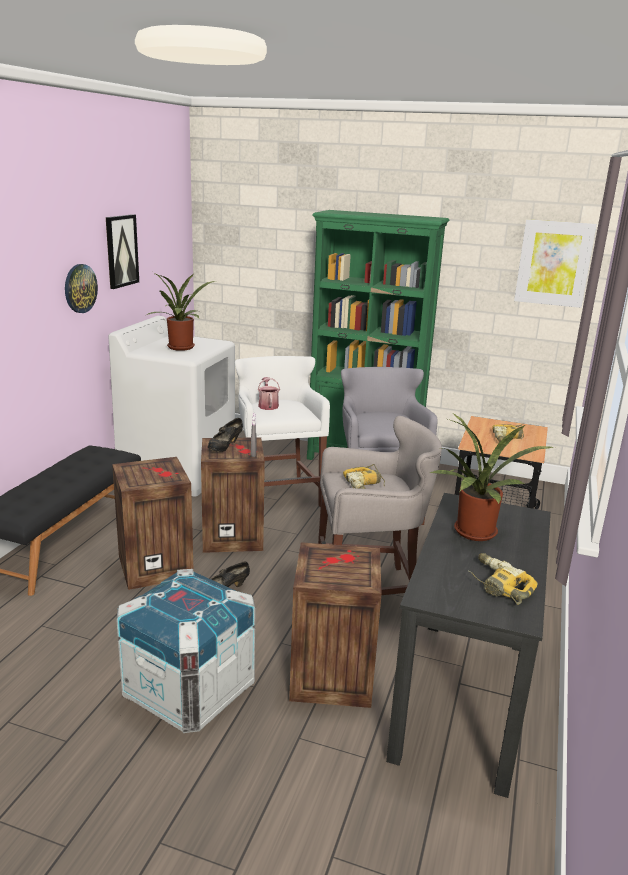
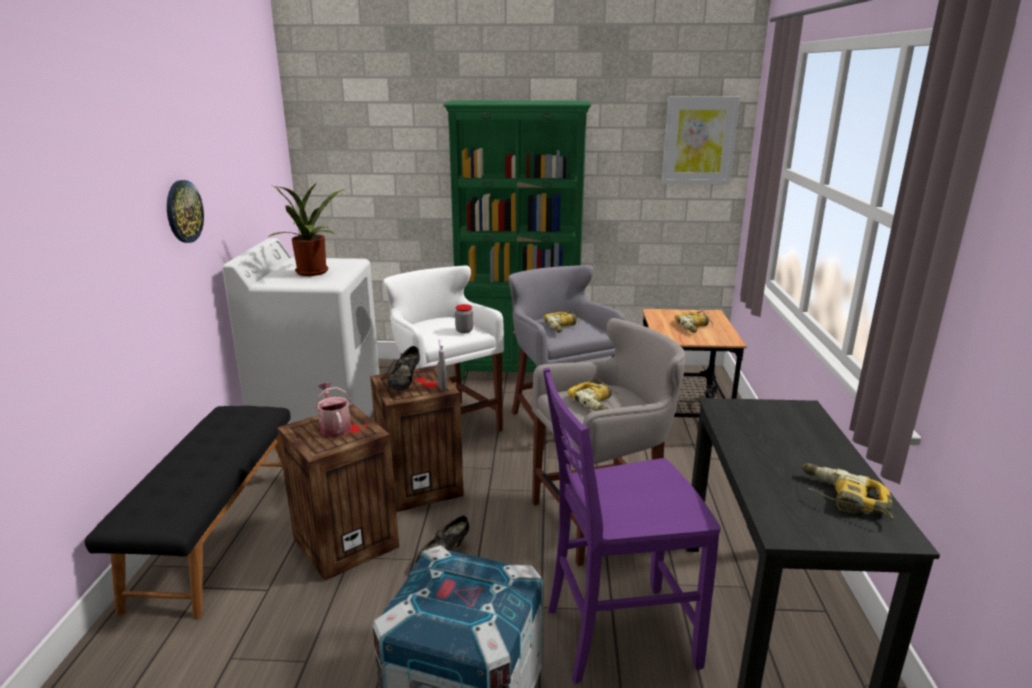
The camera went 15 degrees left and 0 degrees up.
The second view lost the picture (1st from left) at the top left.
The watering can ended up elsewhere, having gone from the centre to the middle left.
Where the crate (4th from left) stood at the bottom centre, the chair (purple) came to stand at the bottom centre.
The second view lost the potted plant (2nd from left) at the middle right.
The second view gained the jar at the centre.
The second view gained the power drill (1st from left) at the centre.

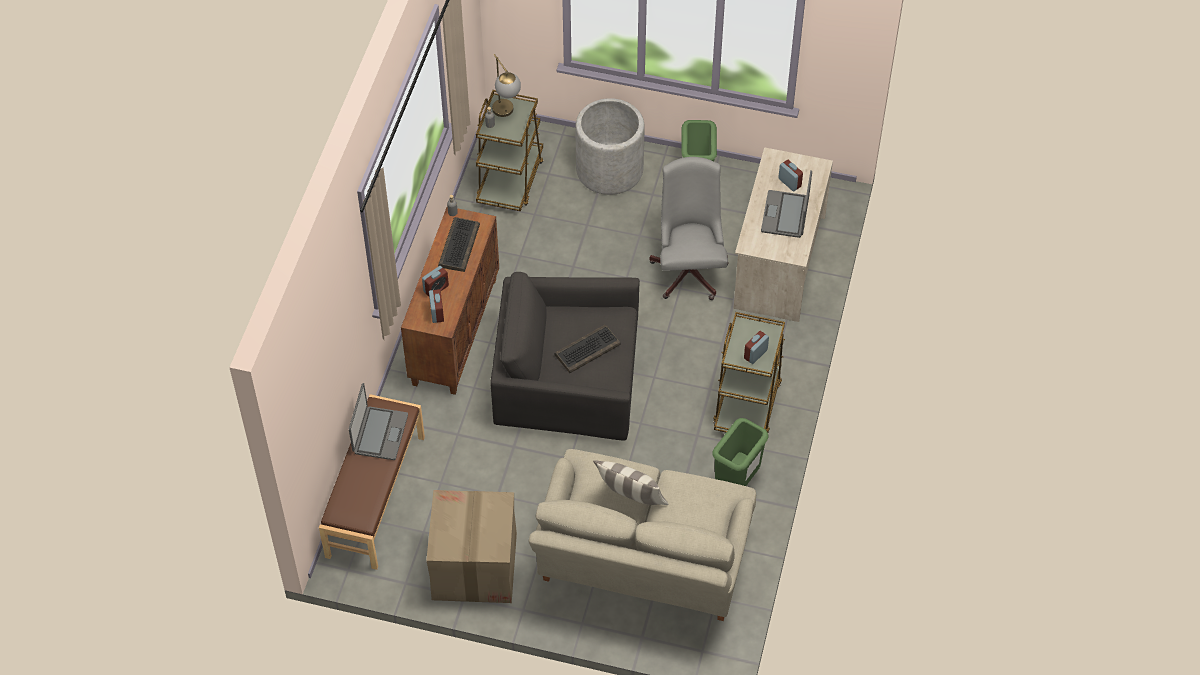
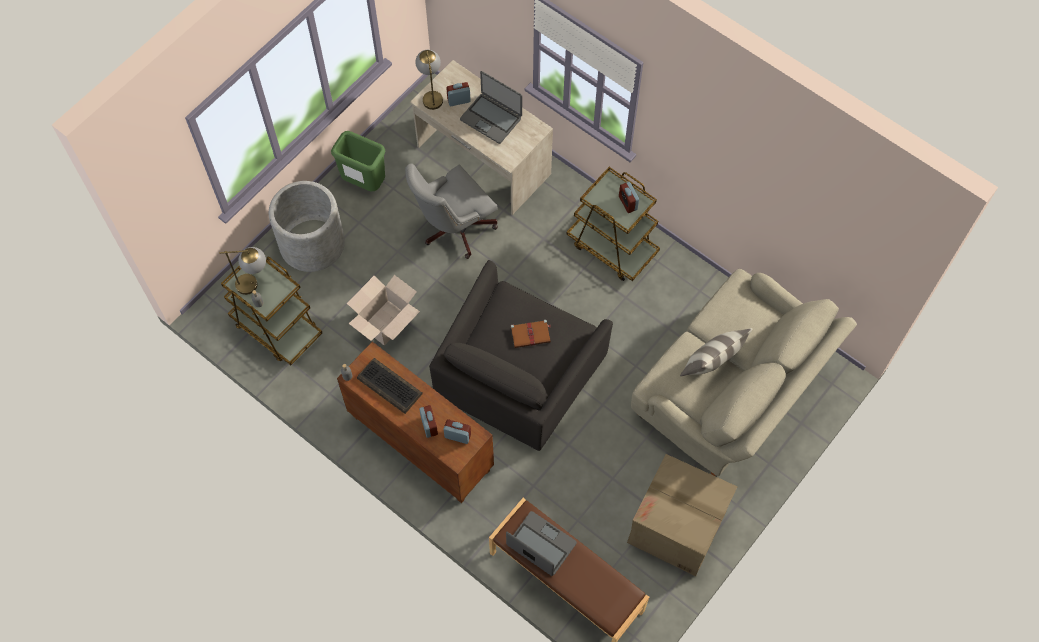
The camera went 65 degrees left and 10 degrees up.
Where the keyboard (2nd from left) stood at the centre, the book (brown) came to stand at the centre.
The office chair (grey) at the centre ended up facing another way, 60 degrees counterclockwise from before.
The second view lost the trash can (green) (2nd from left) at the bottom centre.
The second view gained the cardboard box (1st from left) at the centre.
The second view gained the table lamp (2nd from left) at the top centre.

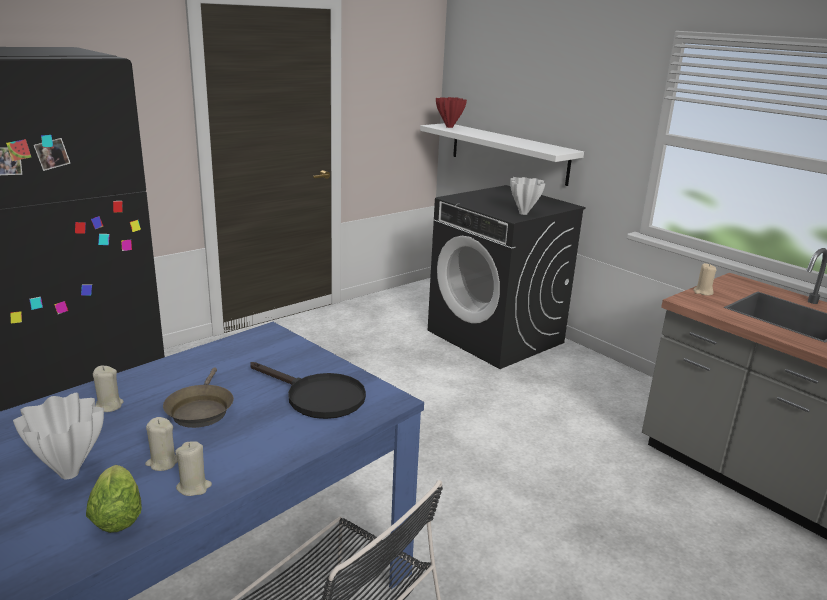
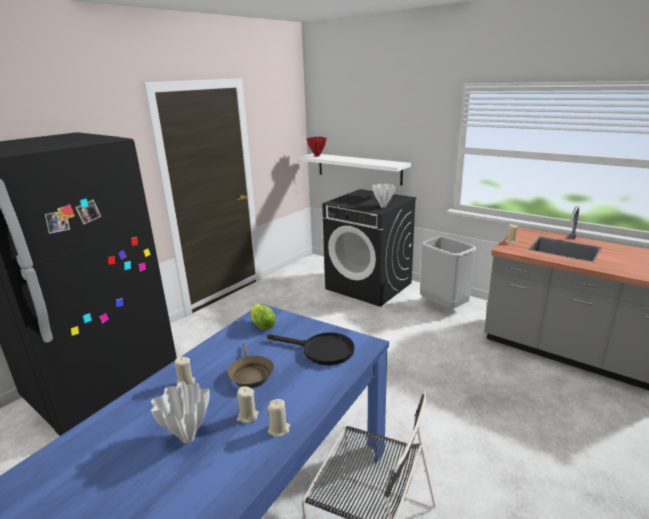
The camera went 10 degrees left and 0 degrees up.
The lettuce ended up elsewhere, having gone from the bottom left to the centre.
The second view gained the trash can (grey) at the middle right.

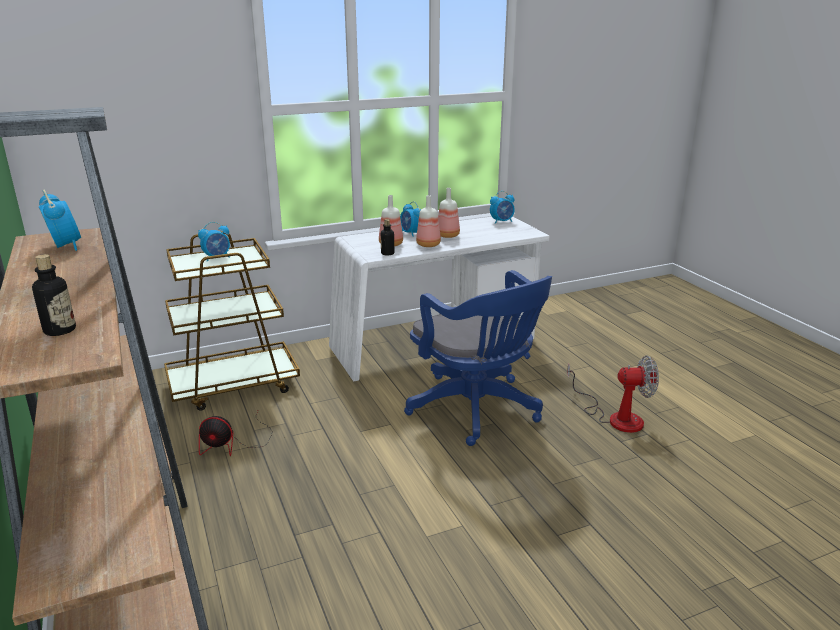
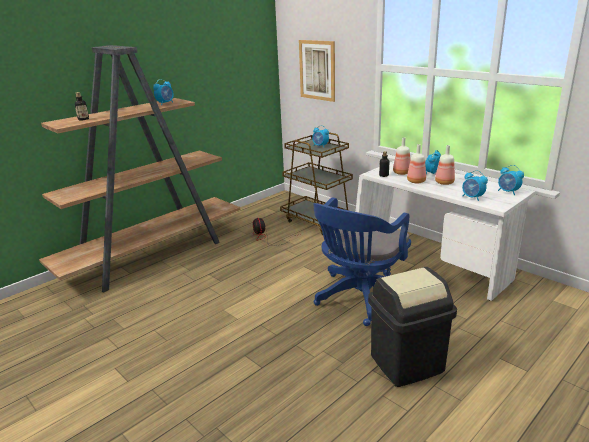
The camera went 70 degrees right and 0 degrees up.
Where the fan (2nd from left) stood at the middle right, the trash can (black) came to stand at the bottom right.
The second view gained the picture at the top centre.
The second view gained the alarm clock (4th from left) at the middle right.

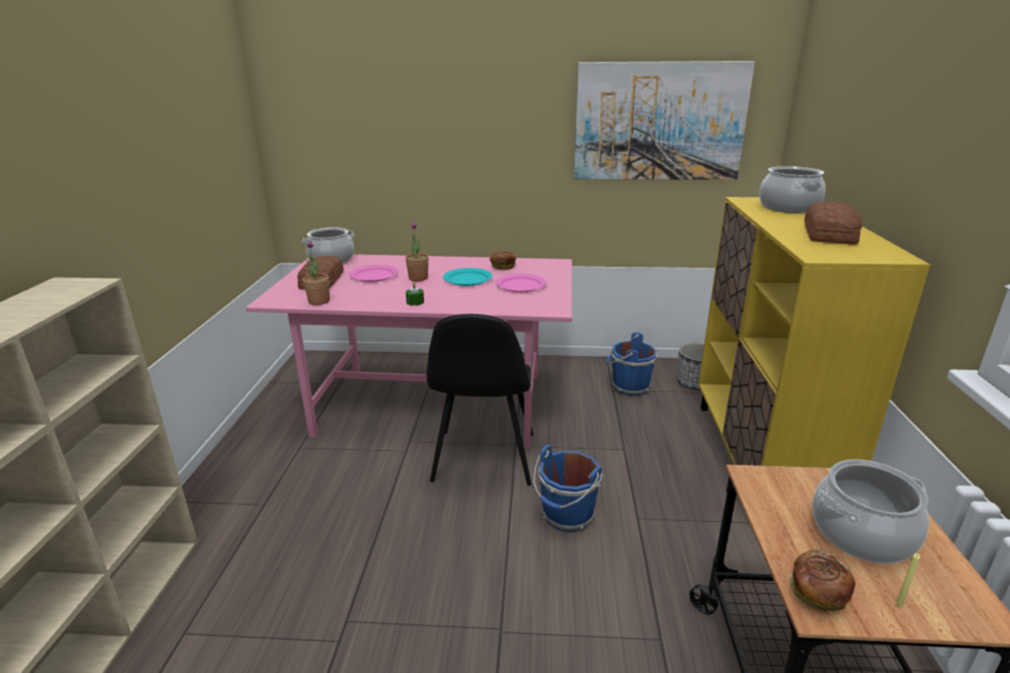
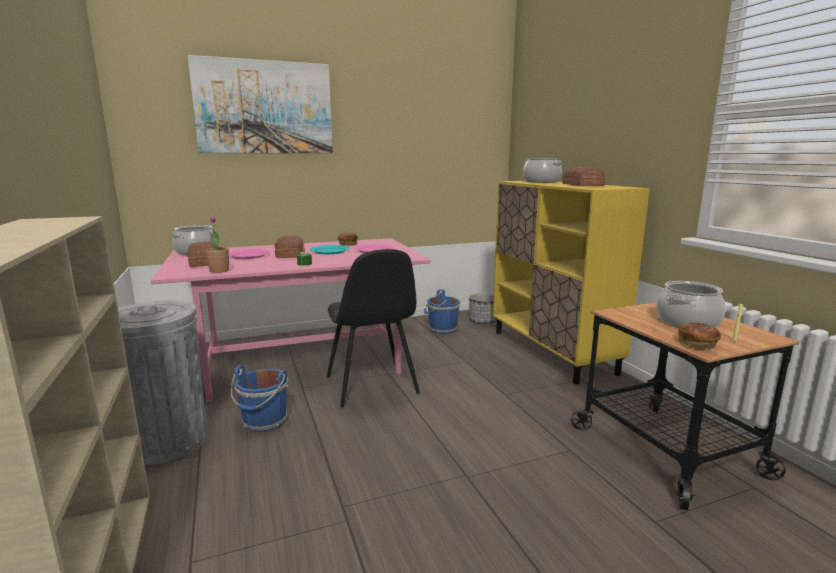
The camera went 25 degrees left and 10 degrees down.
Where the potted plant (2nd from left) stood at the centre, the bread (2nd from left) came to stand at the centre.
The bucket (blue) (1st from left) ended up elsewhere, having gone from the bottom centre to the bottom left.
The picture ended up elsewhere, having gone from the top centre to the top left.
The second view gained the trash can (grey) at the bottom left.

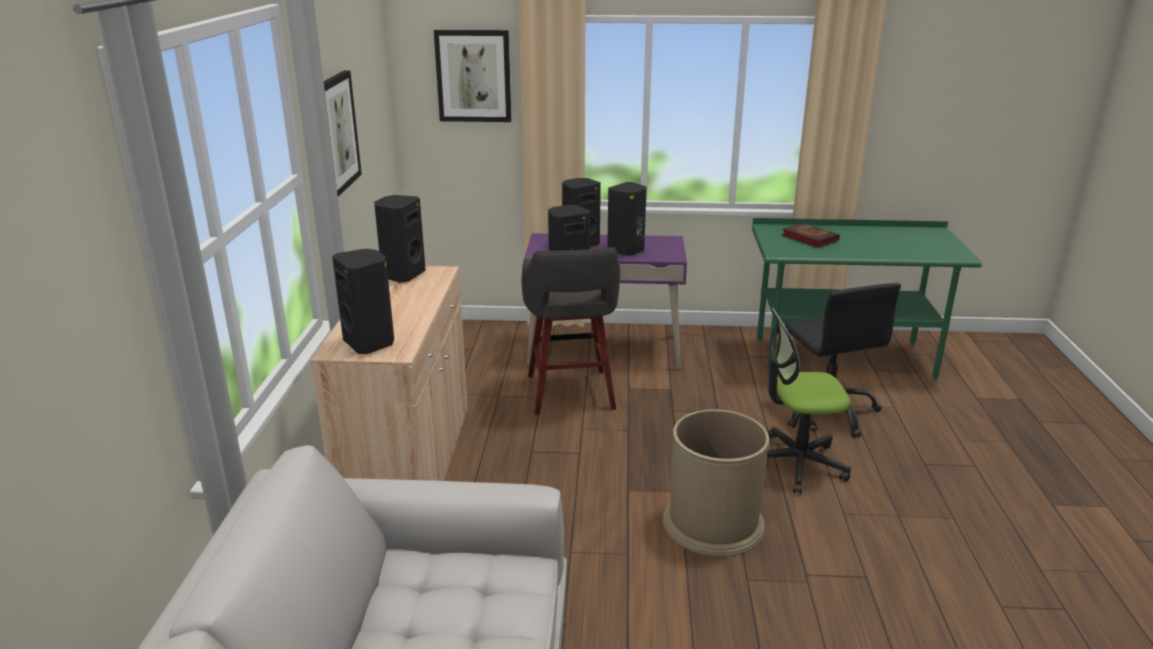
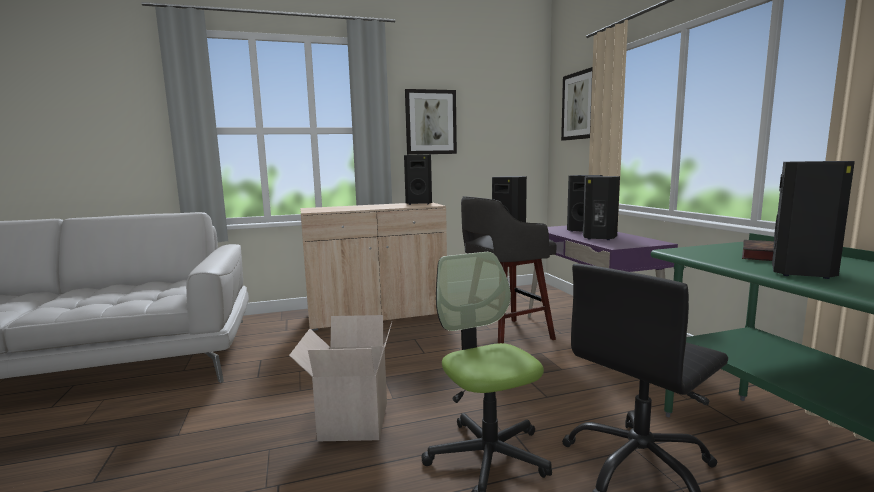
The camera went 70 degrees right and 15 degrees down.
The speaker (black) (1st from left in the first image) ended up elsewhere, having gone from the middle left to the middle right.
Where the trash can (brown) stood at the bottom centre, the cardboard box came to stand at the bottom centre.

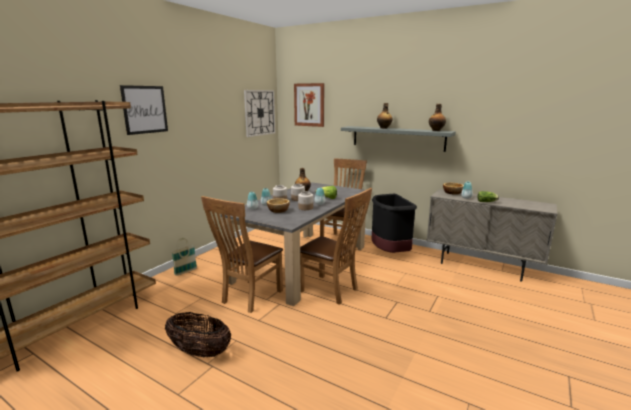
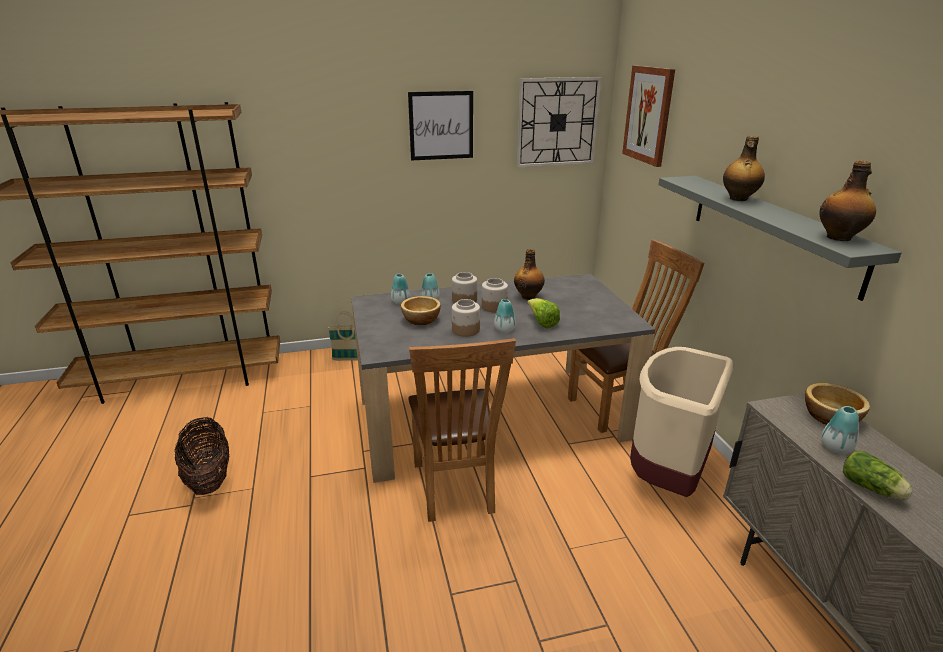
The camera went 45 degrees right and 10 degrees up.
The picture (1st from left) ended up elsewhere, having gone from the top left to the top centre.
The second view lost the chair (brown) (1st from left) at the centre.
What was the trash can (black) at the centre turned into the trash can (beige) at the middle right.

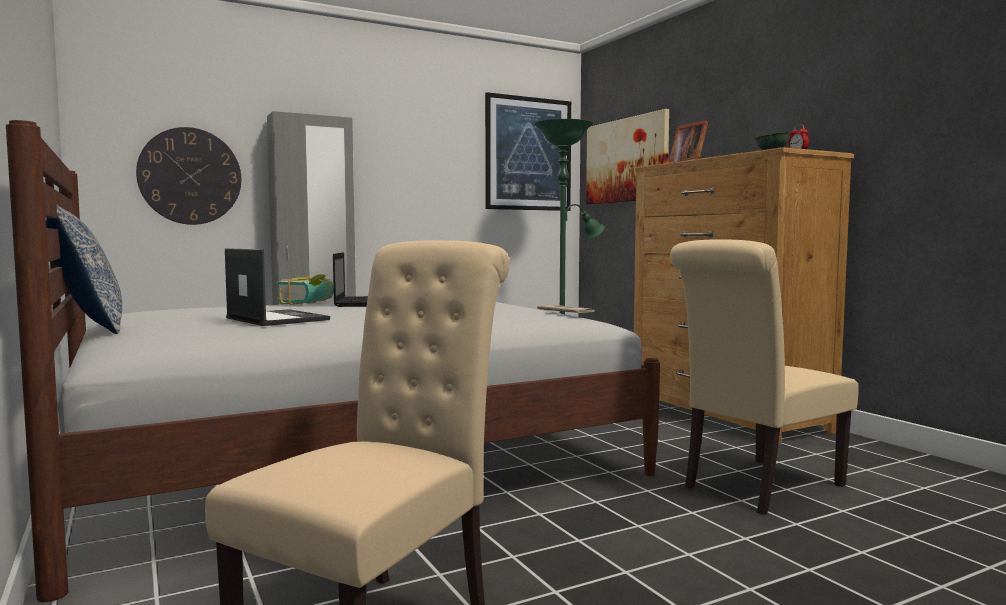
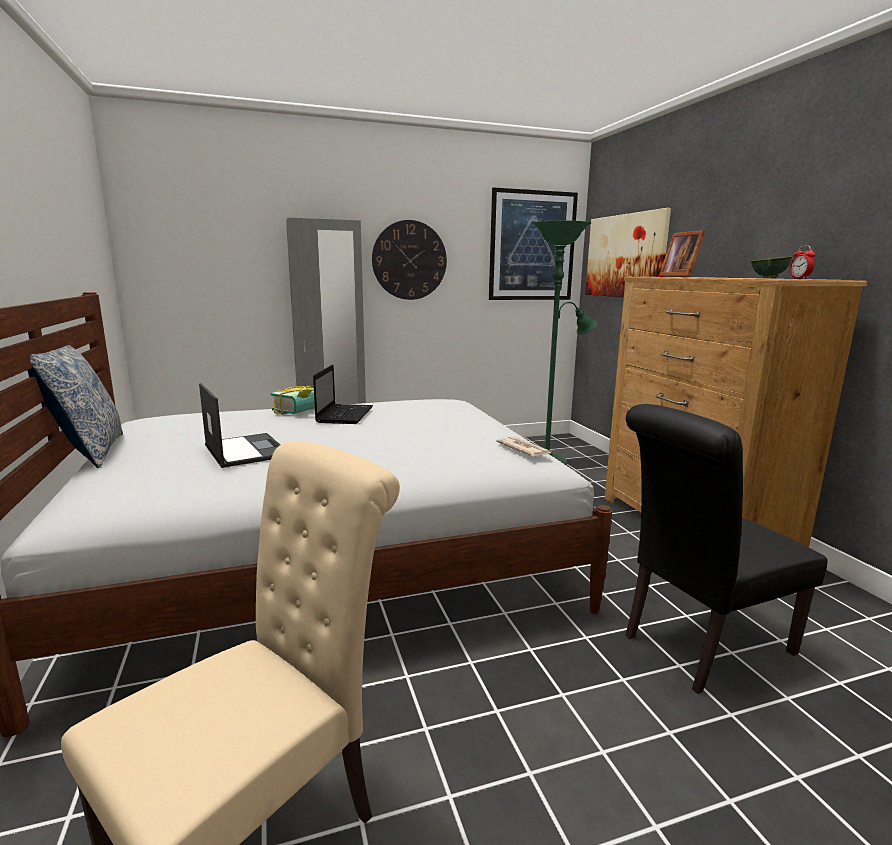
The camera went 10 degrees right and 10 degrees up.
The wall clock ended up elsewhere, having gone from the top left to the top centre.
What was the chair (beige) (2nd from left) at the middle right turned into the chair (black) at the middle right.

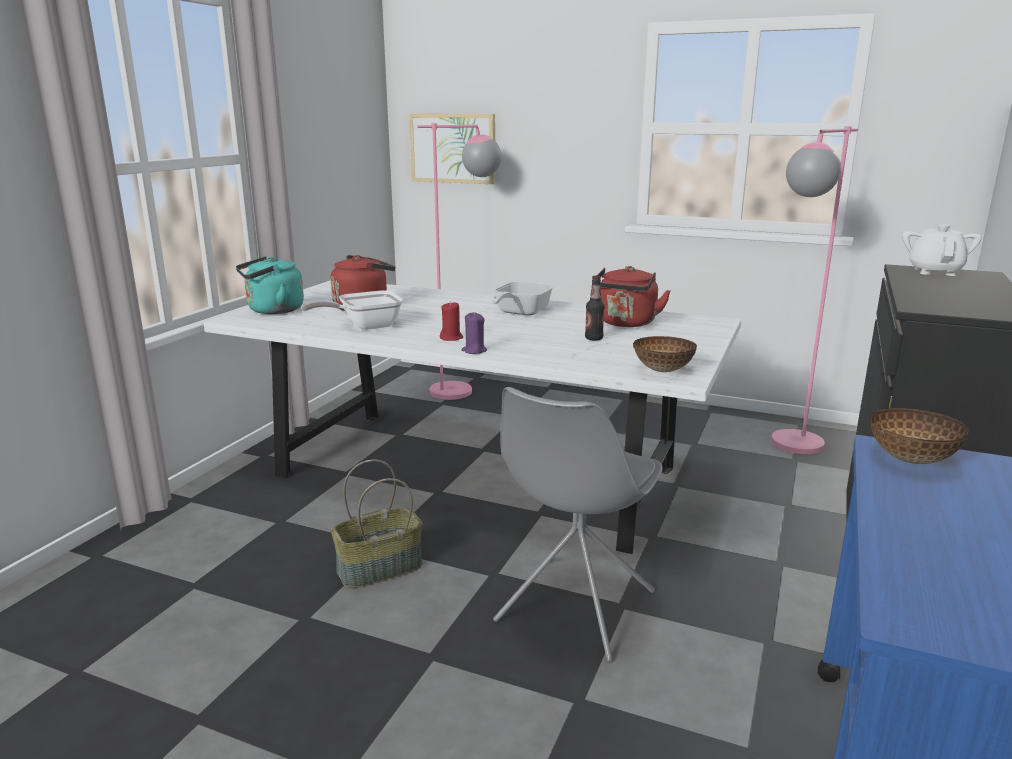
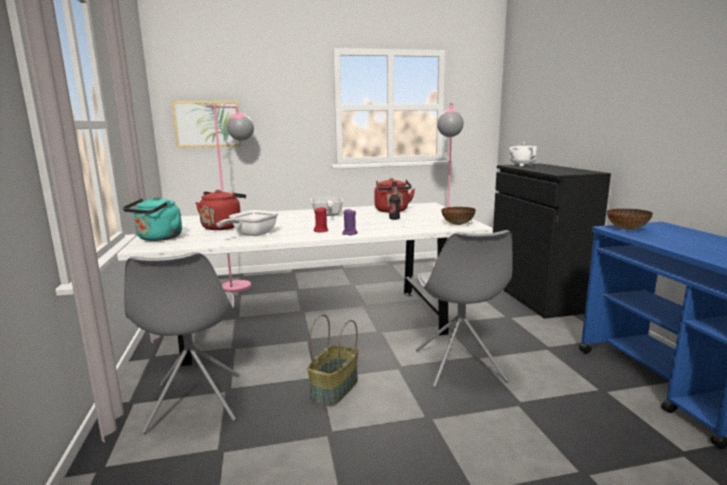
The camera went 35 degrees left and 5 degrees down.
The second view gained the chair (grey) (1st from left) at the bottom left.

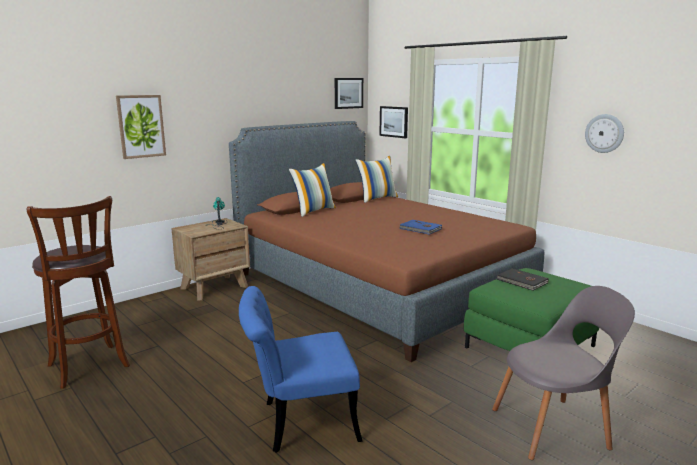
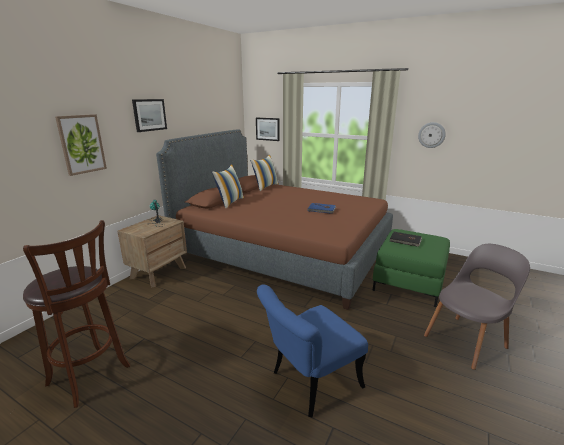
The camera went 20 degrees left and 5 degrees up.
The picture (2nd from left) ended up elsewhere, having gone from the top centre to the top left.

